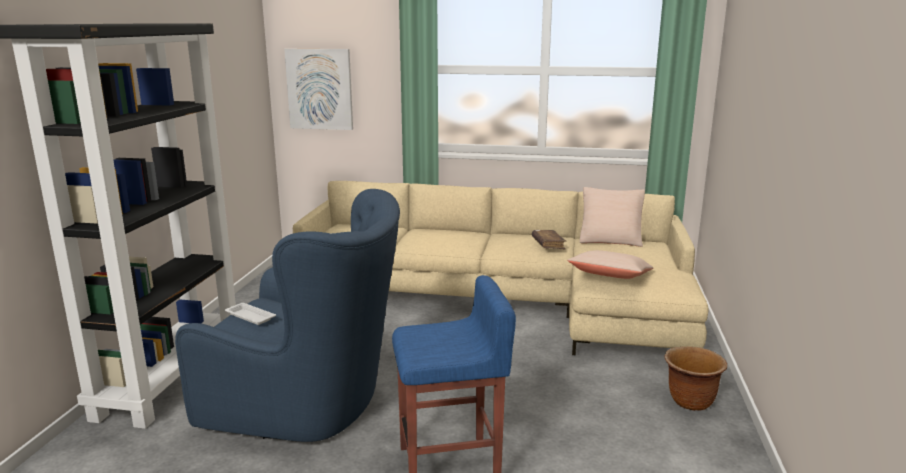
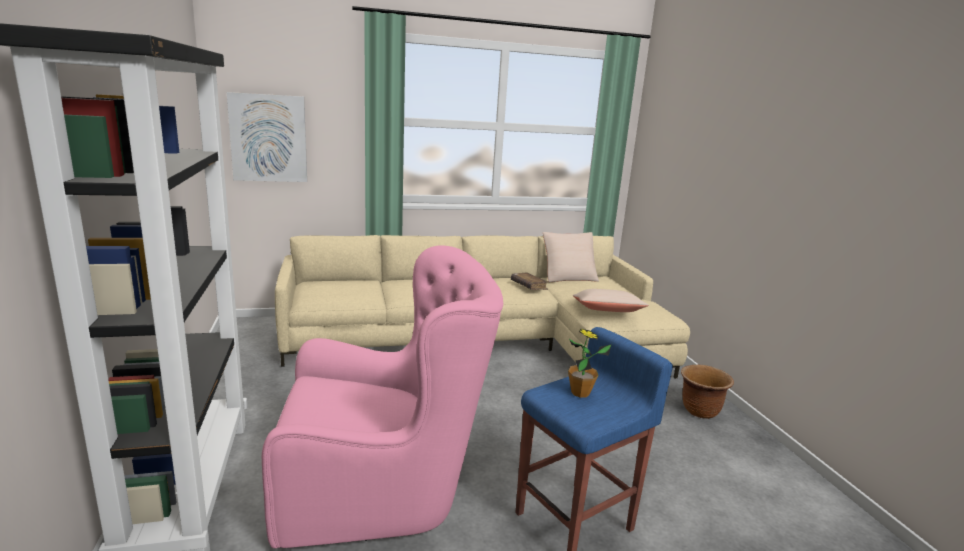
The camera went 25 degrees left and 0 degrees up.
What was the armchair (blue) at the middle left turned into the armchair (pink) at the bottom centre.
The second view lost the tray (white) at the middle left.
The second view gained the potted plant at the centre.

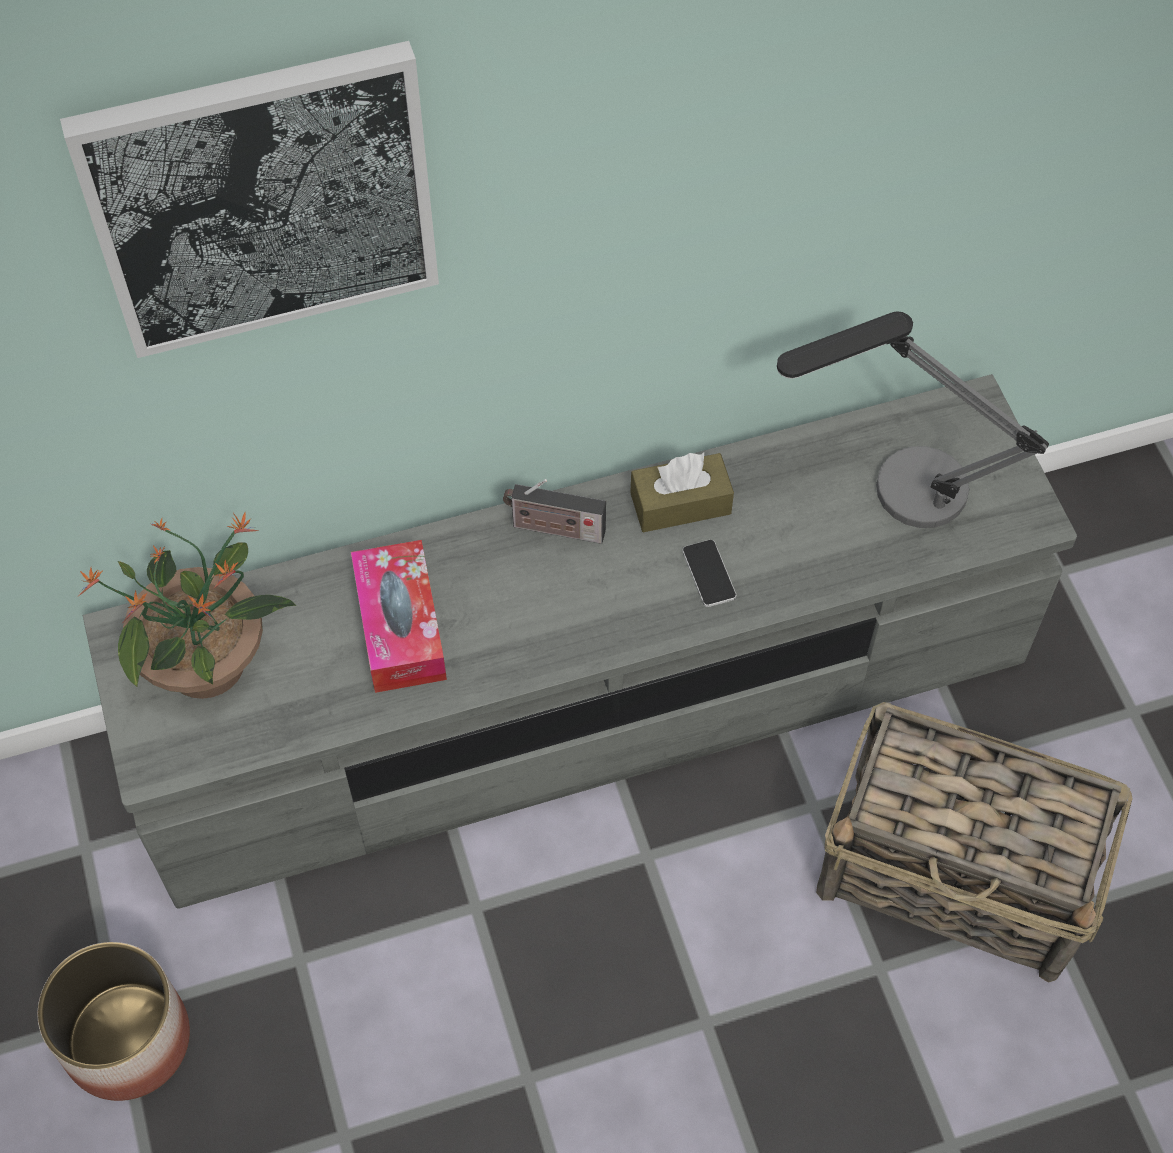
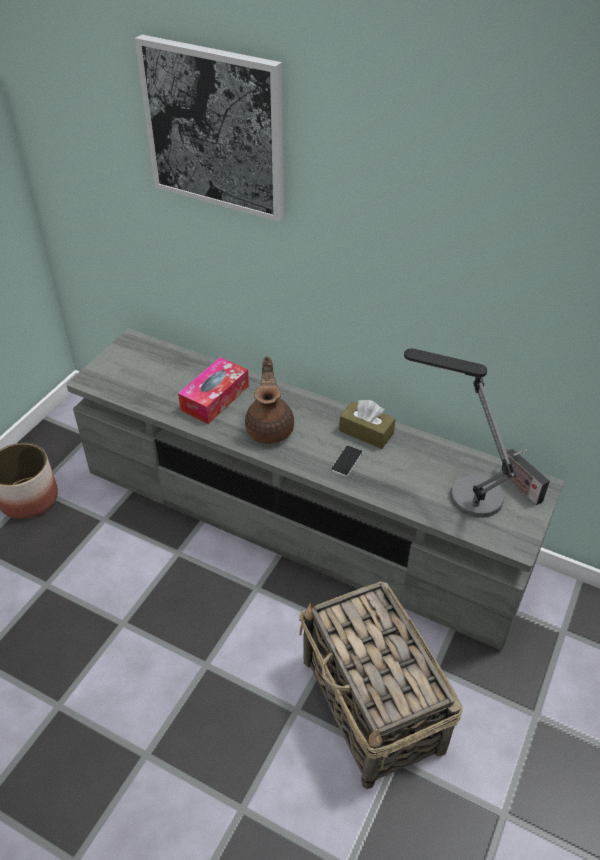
The camera went 45 degrees right and 15 degrees down.
The second view lost the potted plant at the middle left.
The radio ended up elsewhere, having gone from the centre to the middle right.
The second view gained the teapot (brown) at the centre.

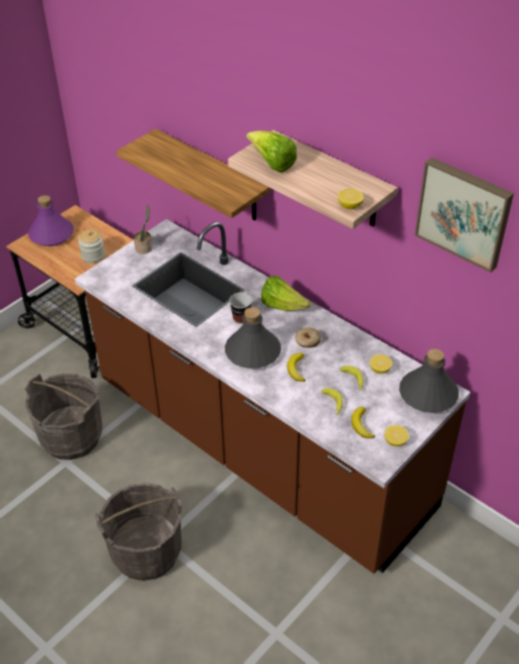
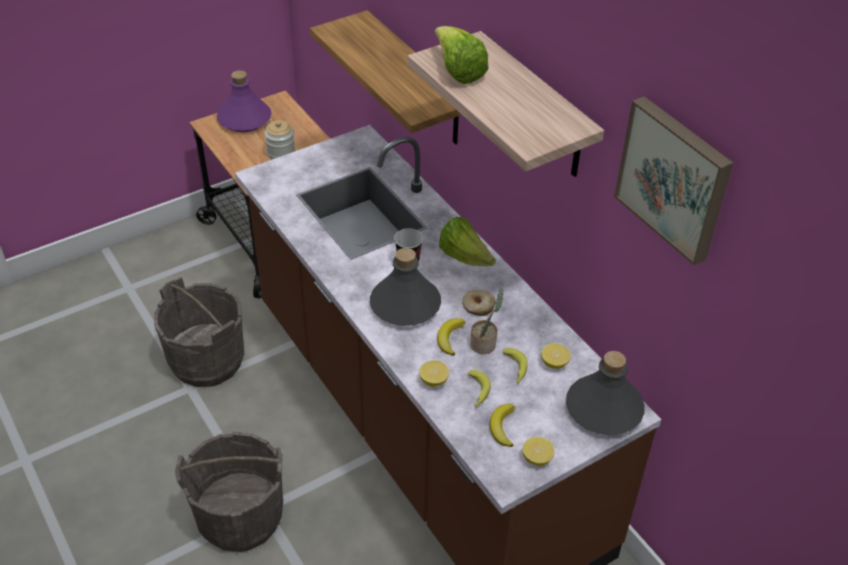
The camera went 15 degrees right and 0 degrees up.
The potted plant ended up elsewhere, having gone from the middle left to the centre.
The lemon (1st from left) ended up elsewhere, having gone from the top right to the centre.

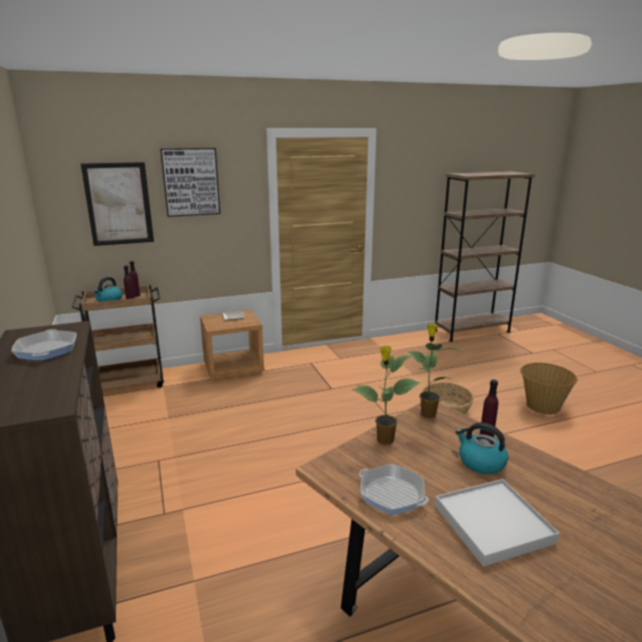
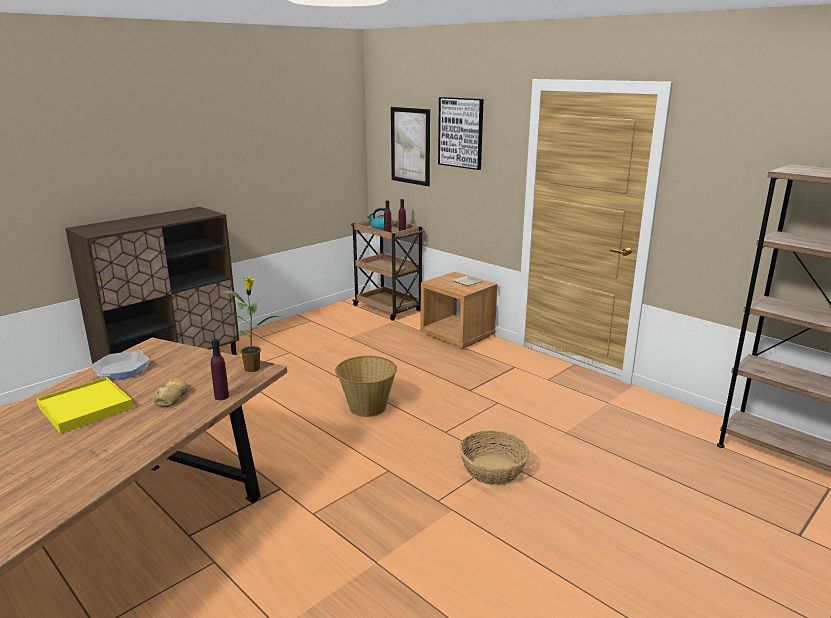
The camera went 65 degrees right and 0 degrees up.
The second view lost the frying pan (1st from left) at the middle left.
The second view lost the potted plant (1st from left) at the centre.
What was the tray (white) at the bottom right turned into the tray (yellow) at the middle left.
Where the kettle (2nd from left) stood at the bottom right, the bread came to stand at the middle left.
The basket (2nd from left in the first image) ended up elsewhere, having gone from the middle right to the centre.

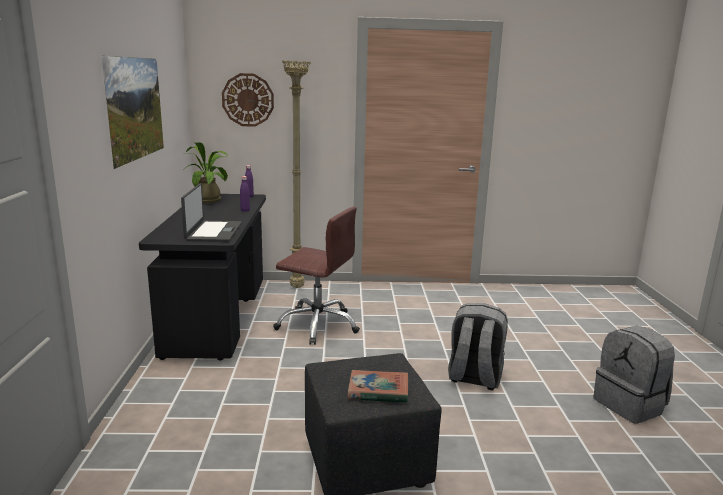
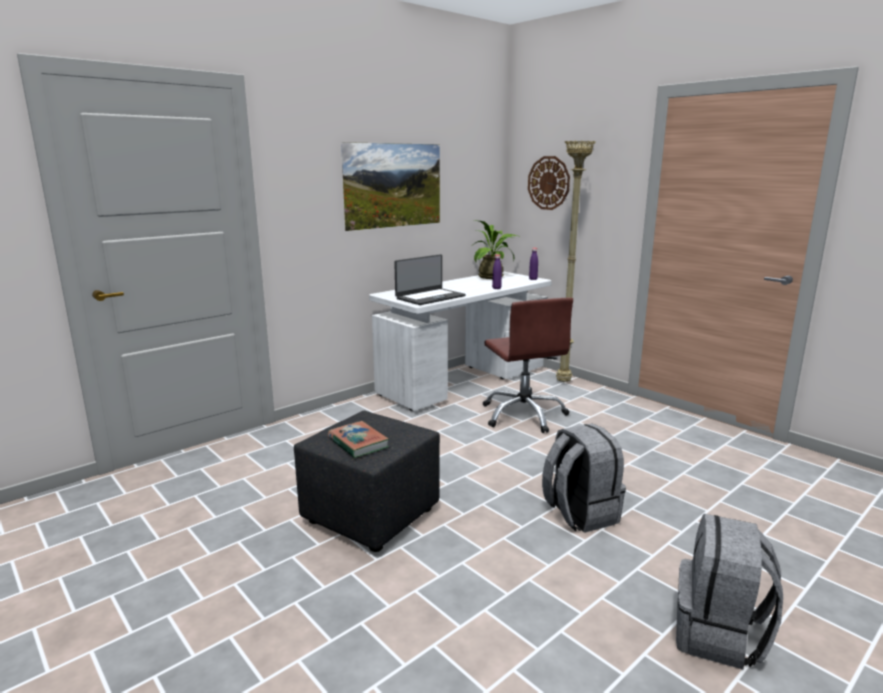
The camera went 50 degrees right and 0 degrees up.
What was the desk (black) at the middle left turned into the desk (white) at the centre.

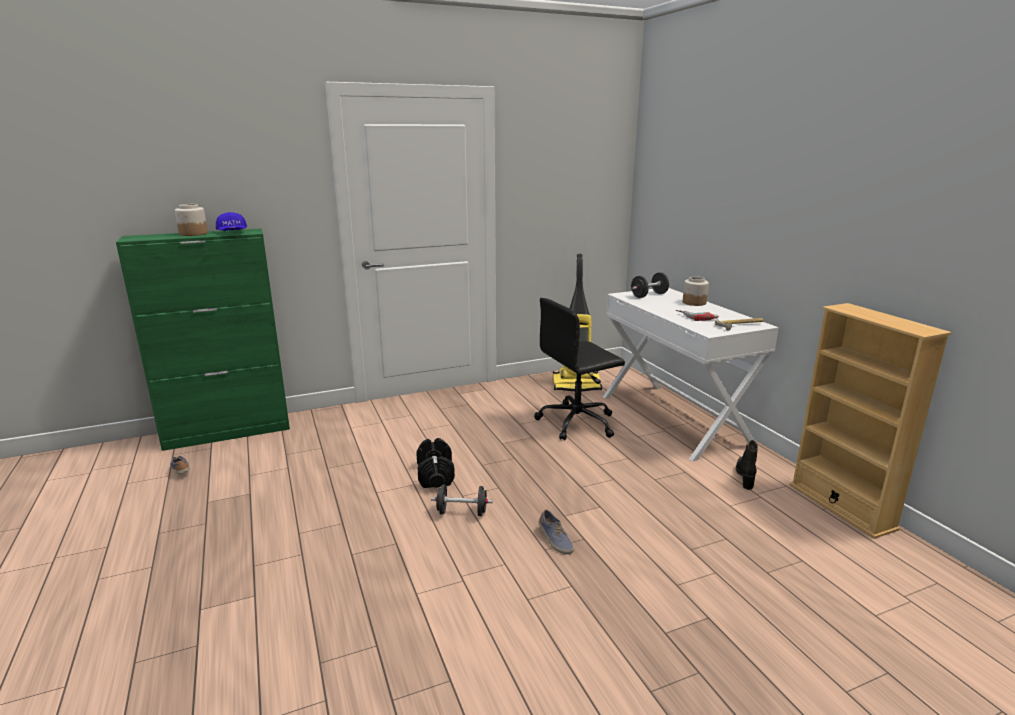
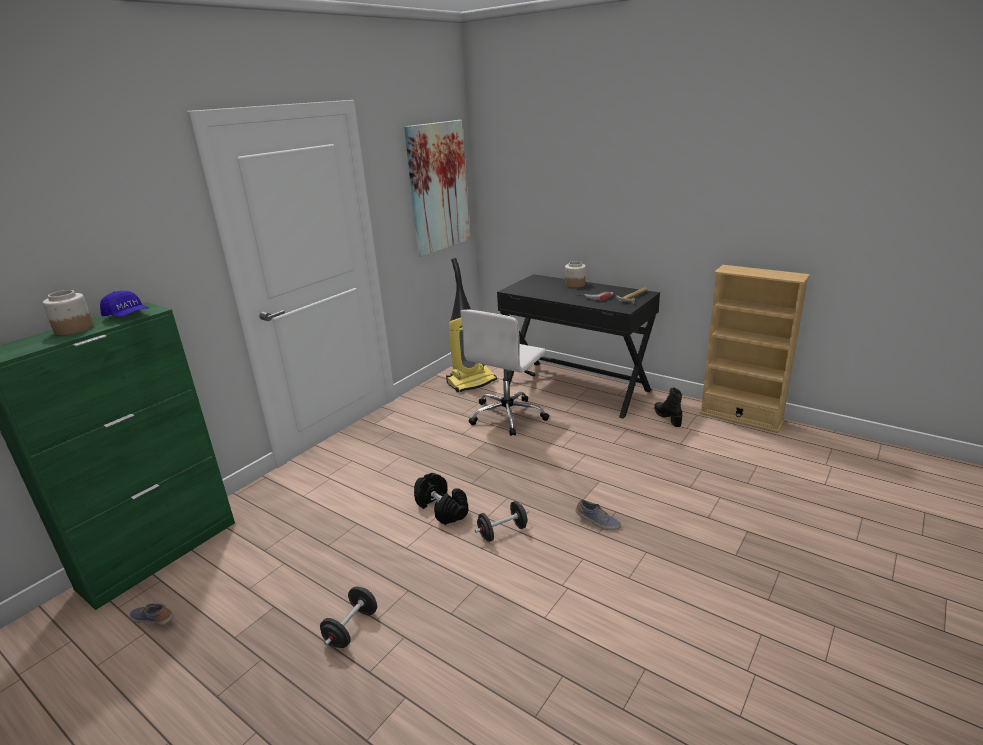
The camera went 30 degrees left and 5 degrees up.
What was the office chair (black) at the centre turned into the office chair (white) at the centre.
What was the desk (white) at the middle right turned into the desk (black) at the centre.
The dumbbell (black) (3rd from left in the first image) ended up elsewhere, having gone from the centre to the bottom centre.
The second view gained the picture at the top centre.

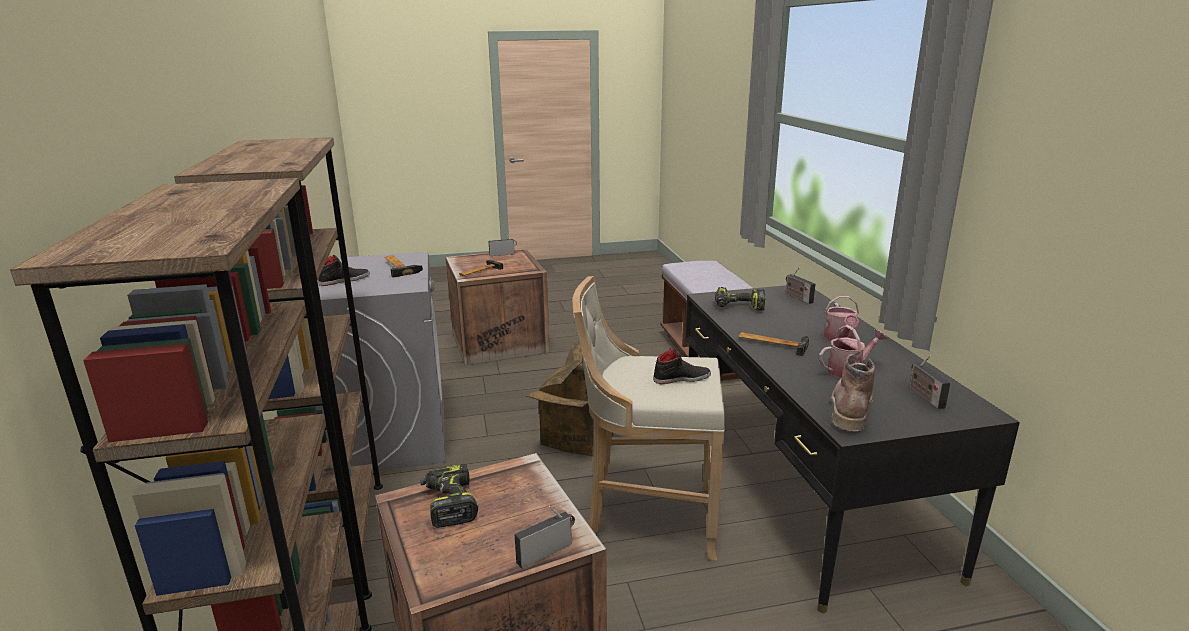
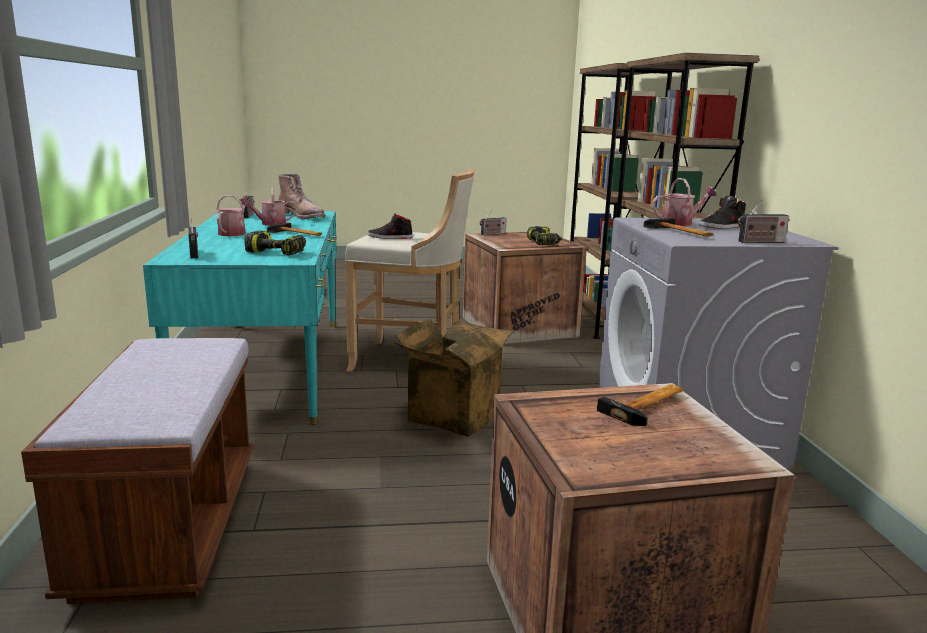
The camera went 175 degrees left and 5 degrees down.
The radio (1st from left in the first image) ended up elsewhere, having gone from the centre to the middle right.
What was the desk (black) at the bottom right turned into the desk (turquoise) at the middle left.
The boot (brown) at the middle right ended up facing another way, 75 degrees counterclockwise from before.
The second view gained the watering can (3rd from left) at the top right.

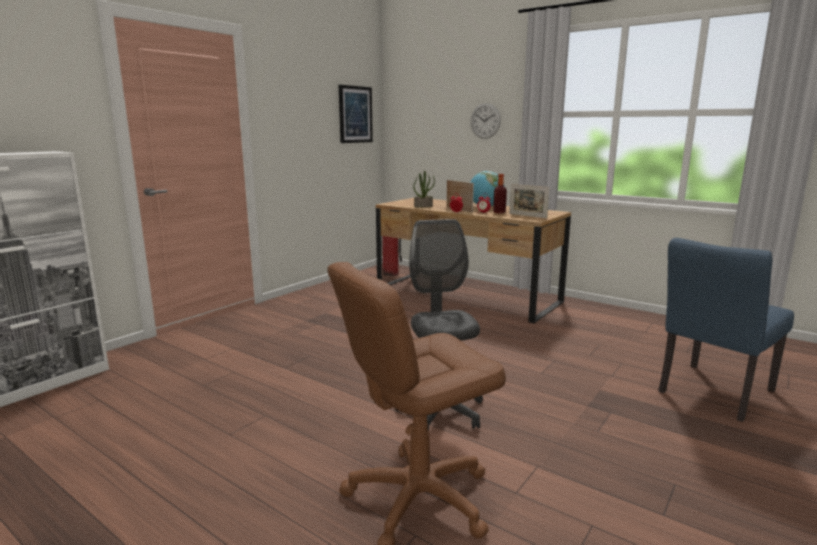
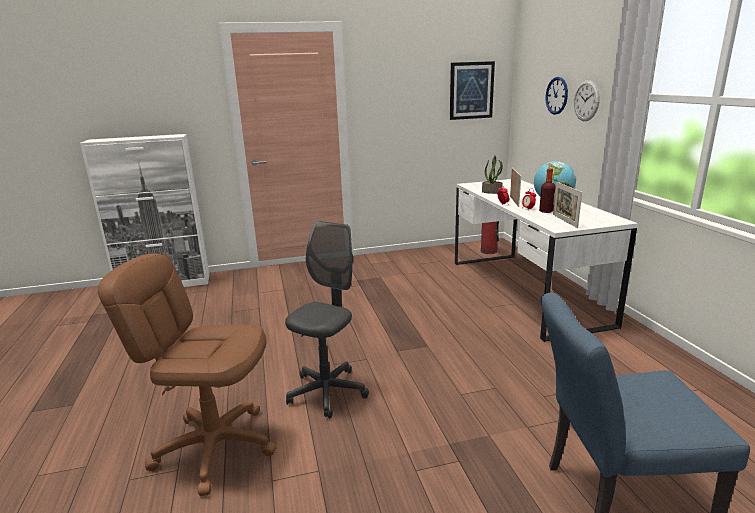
The camera went 40 degrees right and 5 degrees up.
What was the desk (brown) at the centre turned into the desk (white) at the middle right.
The second view gained the wall clock (1st from left) at the top right.

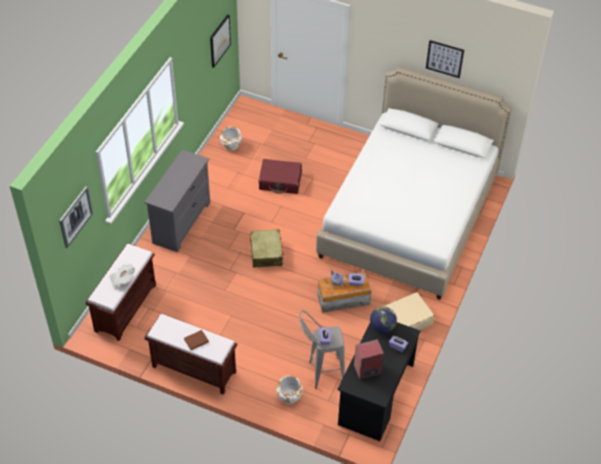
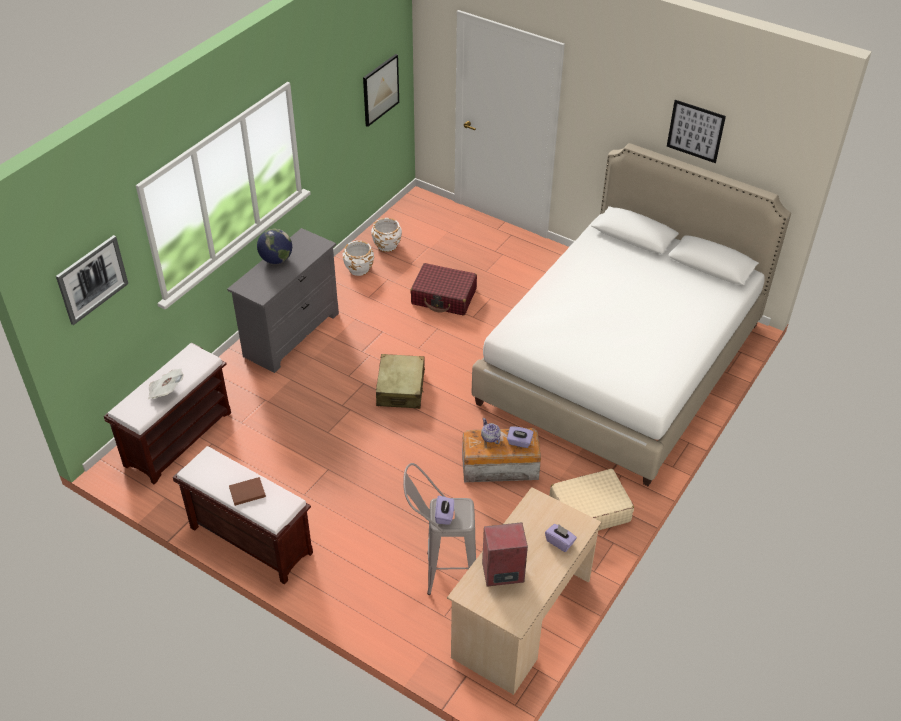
The camera went 10 degrees right and 5 degrees down.
The planter (white) (2nd from left in the first image) ended up elsewhere, having gone from the bottom centre to the centre.
What was the desk (black) at the bottom centre turned into the desk (beige) at the bottom centre.
The globe ended up elsewhere, having gone from the bottom centre to the middle left.

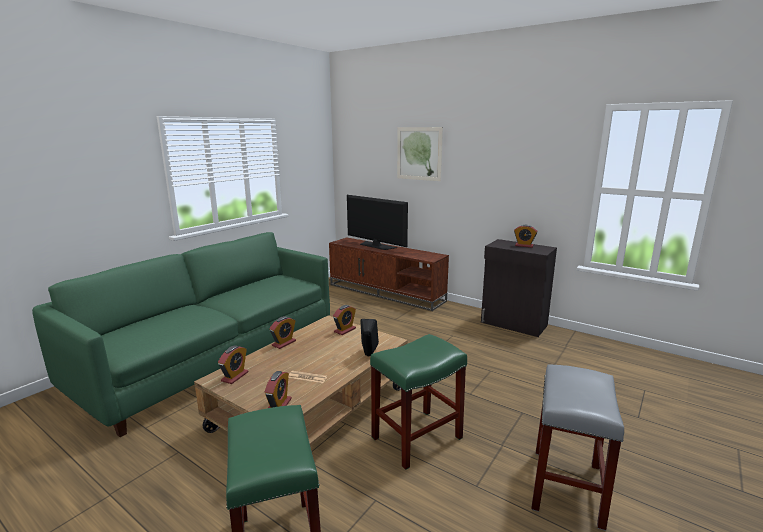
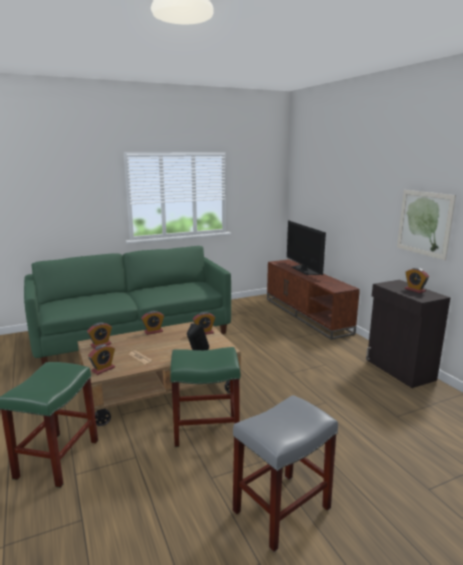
The camera went 30 degrees right and 0 degrees up.
The picture ended up elsewhere, having gone from the top centre to the middle right.

